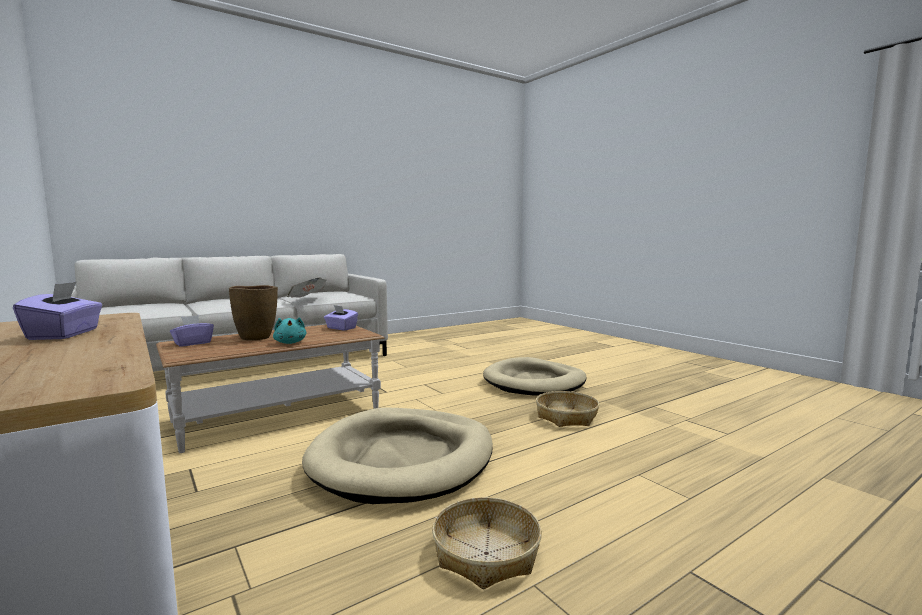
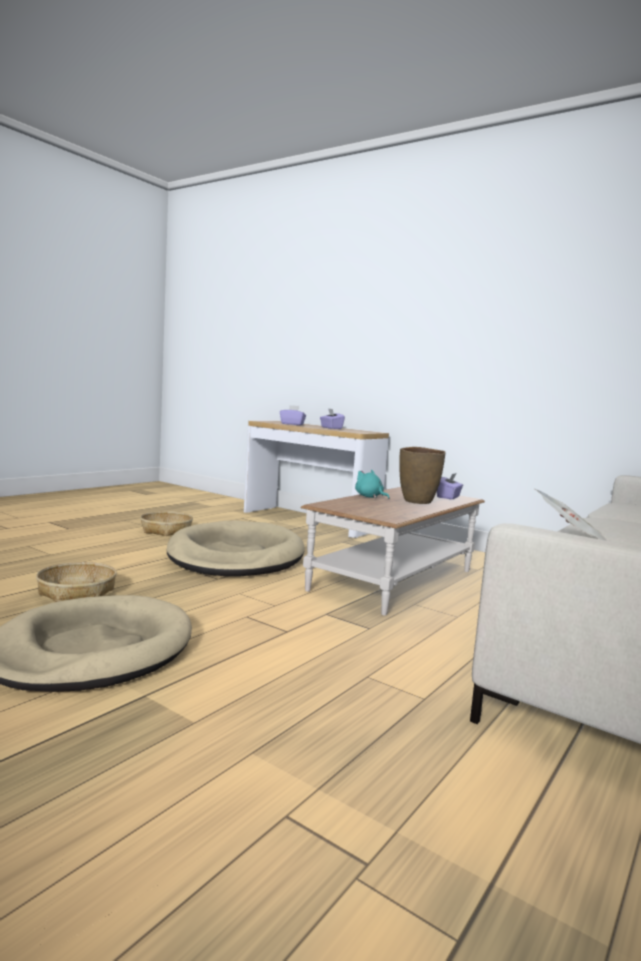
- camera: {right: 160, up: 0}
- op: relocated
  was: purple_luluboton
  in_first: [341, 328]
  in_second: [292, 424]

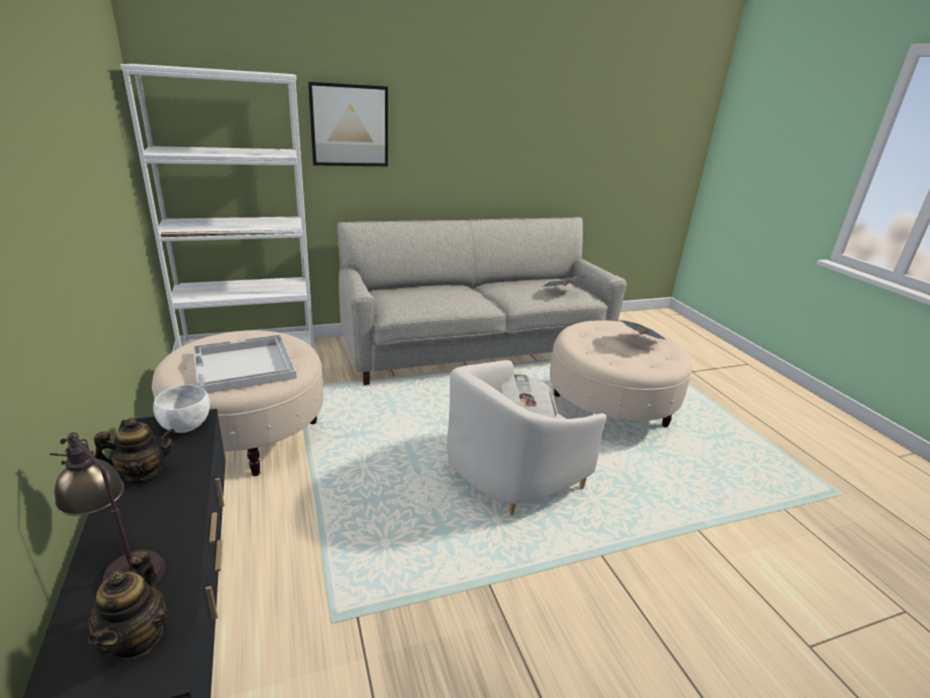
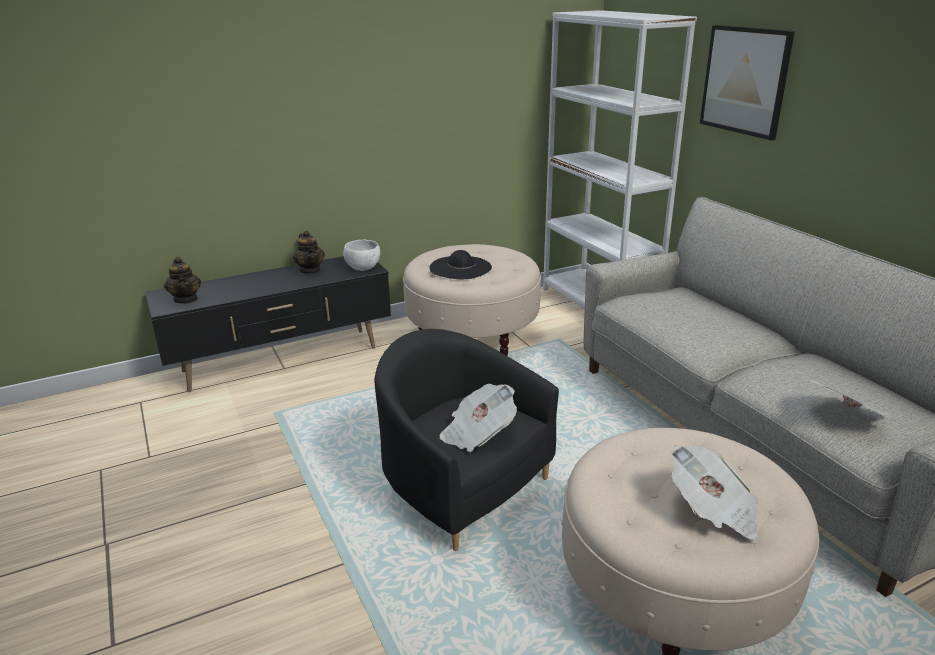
- camera: {right: 85, up: 0}
- op: spun
  was: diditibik
  in_first: [137, 637]
  in_second: [186, 299]
  clockwise: -105
- op: colour
  was: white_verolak
  now: black_verolak
  in_first: [509, 476]
  in_second: [461, 488]
- op: exchanged
  was: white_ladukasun
  now: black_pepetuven
  in_first: [243, 366]
  in_second: [460, 267]
- op: missing
  was: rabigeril
  in_first: [121, 565]

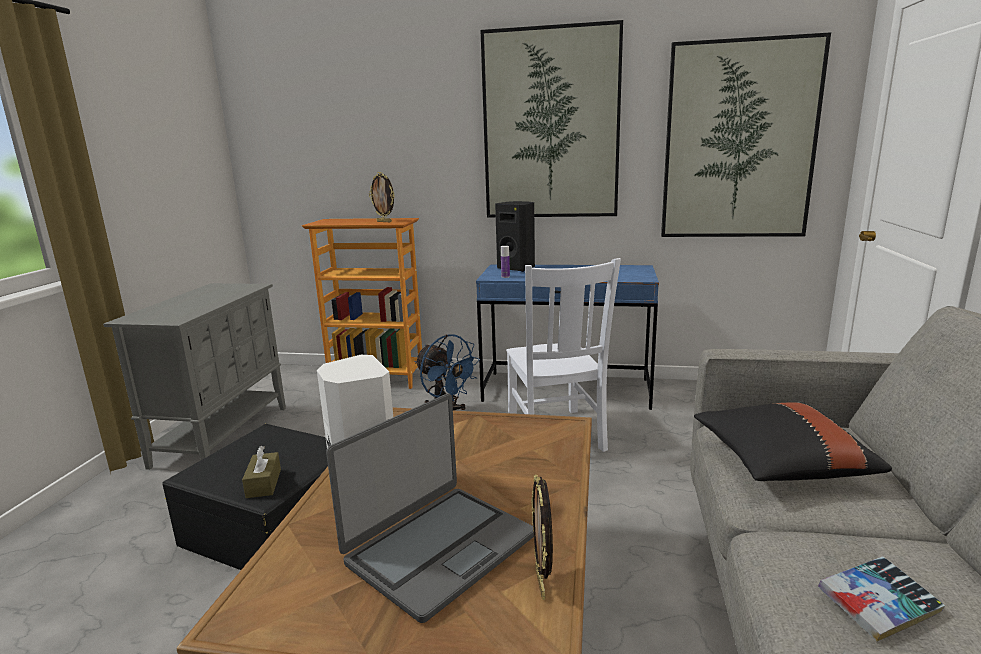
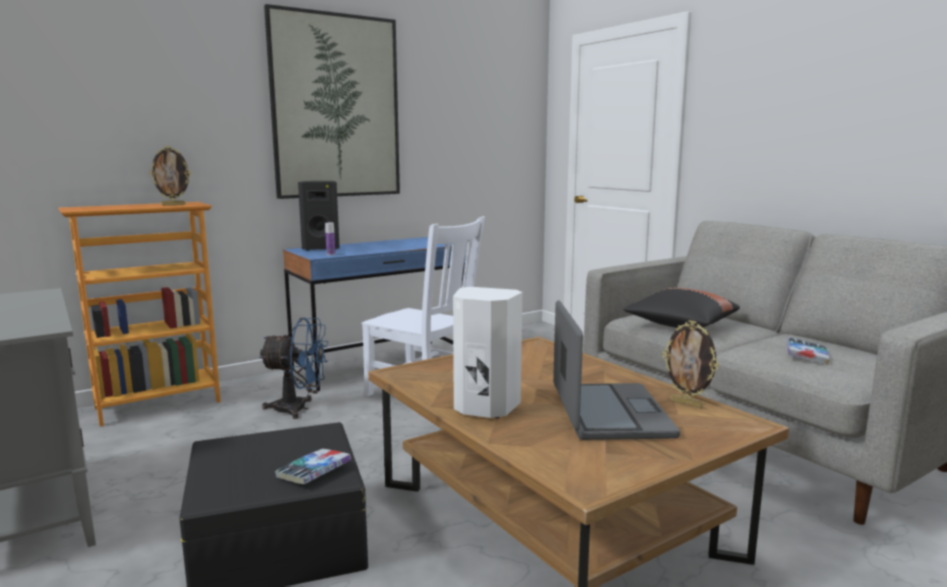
- camera: {right: -45, up: -5}
- op: exchanged
  was: brown_luluboton
  now: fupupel
  in_first: [263, 483]
  in_second: [314, 472]
- op: missing
  was: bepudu
  in_first: [739, 141]

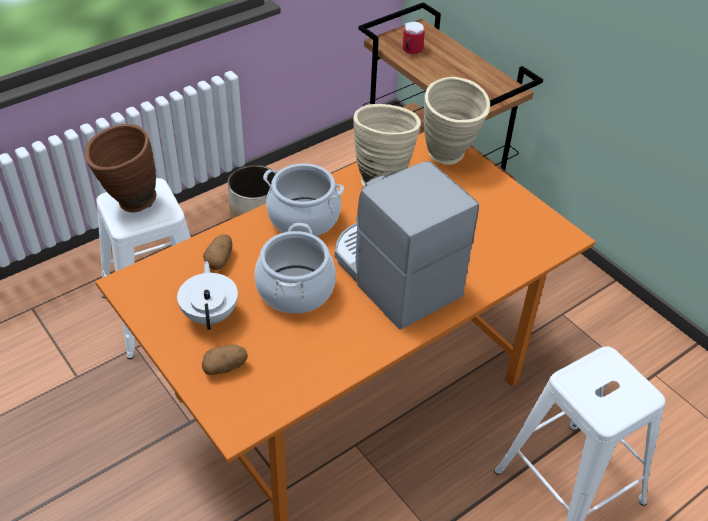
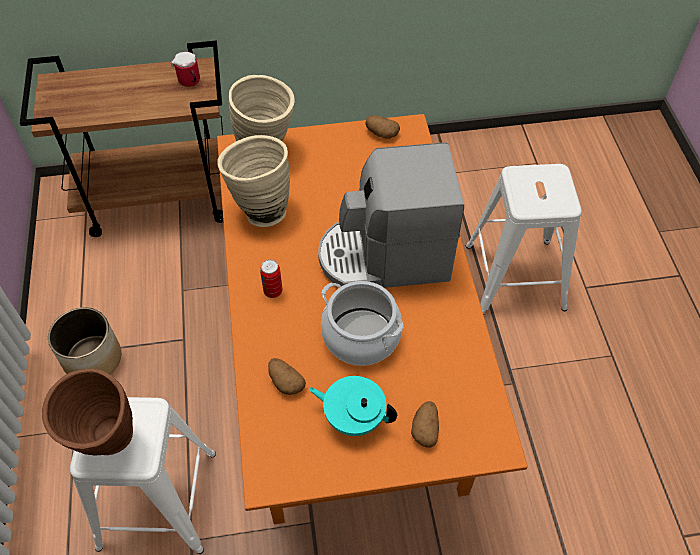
- camera: {right: -60, up: 10}
- op: relocated
  was: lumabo
  in_first: [410, 50]
  in_second: [189, 82]
- op: exchanged
  was: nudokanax
  now: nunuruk
  in_first: [304, 218]
  in_second: [273, 291]
- op: colour
  was: white_diditibik
  now: turquoise_diditibik
  in_first: [211, 314]
  in_second: [353, 417]
- op: appeared
  now: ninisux
  in_second: [381, 134]

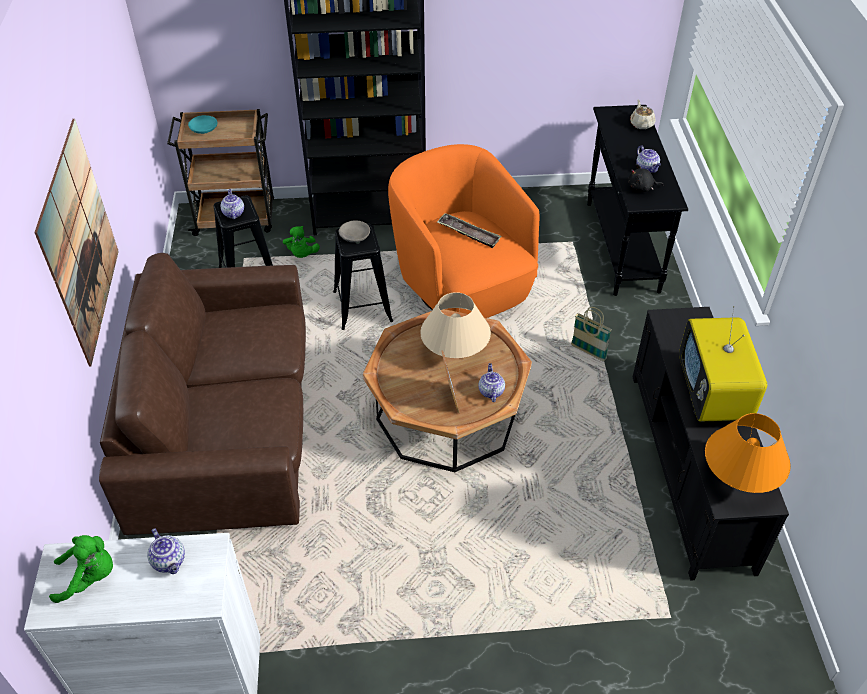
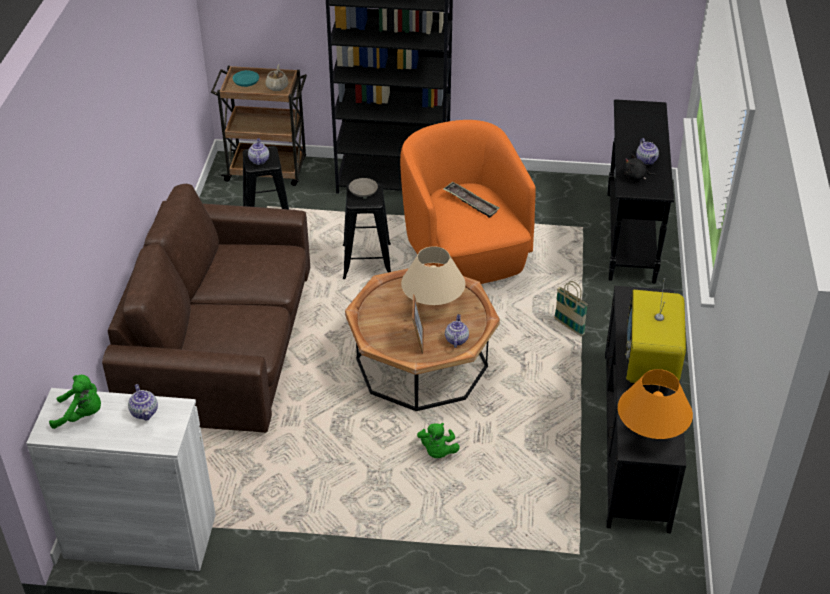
- camera: {right: 10, up: -5}
- op: relocated
  was: beige_diditibik
  in_first: [641, 124]
  in_second: [277, 86]
- op: relocated
  was: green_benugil
  in_first: [302, 254]
  in_second: [437, 451]
- op: missing
  was: bepudu
  in_first: [79, 243]

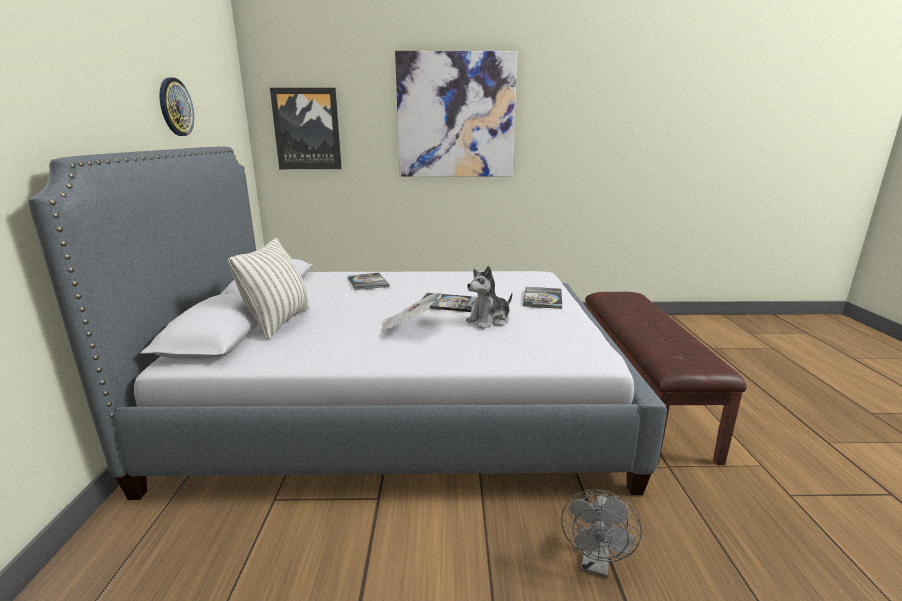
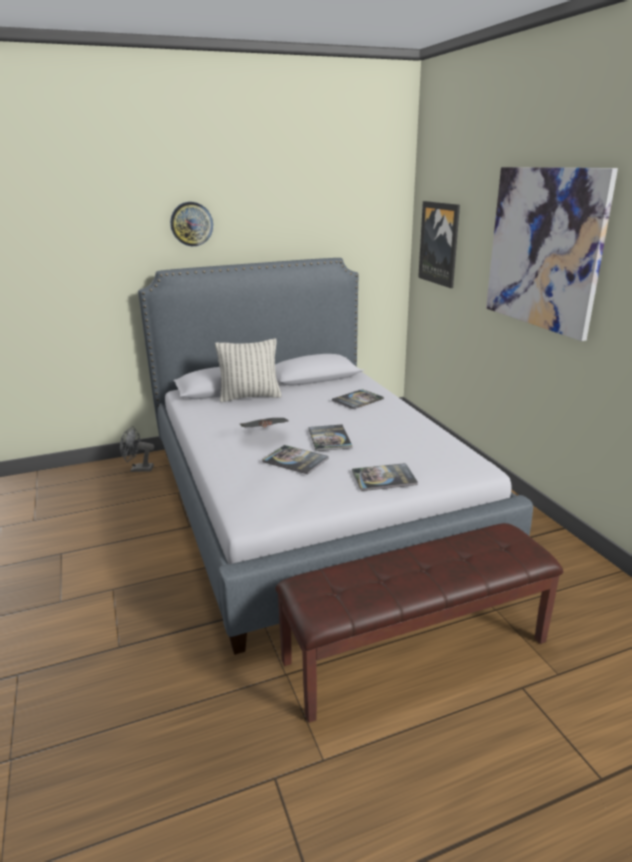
- camera: {right: 70, up: 5}
- op: relocated
  was: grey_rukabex
  in_first: [595, 564]
  in_second: [138, 469]
- op: relocated
  was: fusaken
  in_first: [175, 107]
  in_second: [191, 224]
- op: exchanged
  was: benugil
  now: fupupel
  in_first: [489, 320]
  in_second: [295, 460]

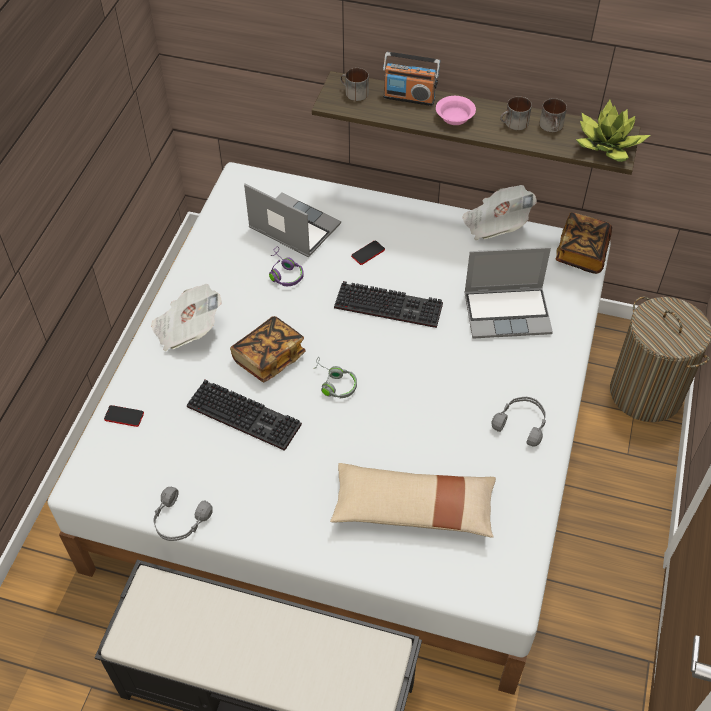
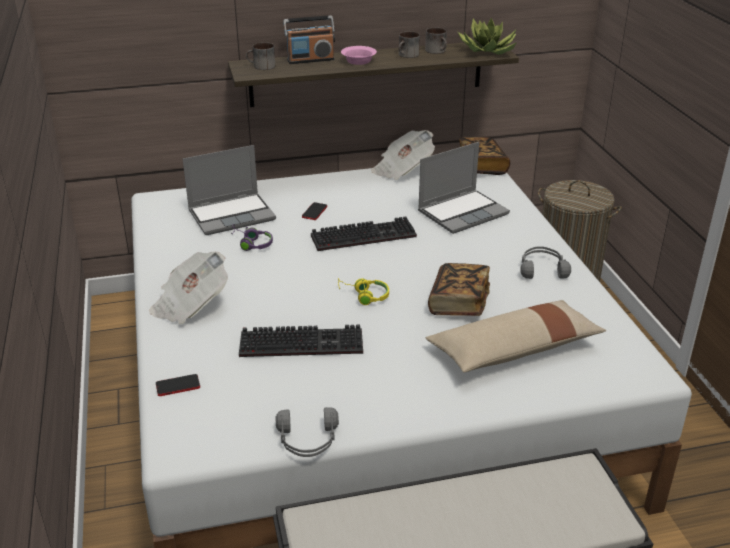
- camera: {right: -30, up: -20}
- op: spun
  was: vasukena
  in_first: [293, 227]
  in_second: [232, 215]
  clockwise: 150
- op: colour
  was: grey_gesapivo
  now: yellow_gesapivo
  in_first: [334, 383]
  in_second: [364, 296]
- op: relocated
  was: fupupel
  in_first: [269, 358]
  in_second: [458, 303]

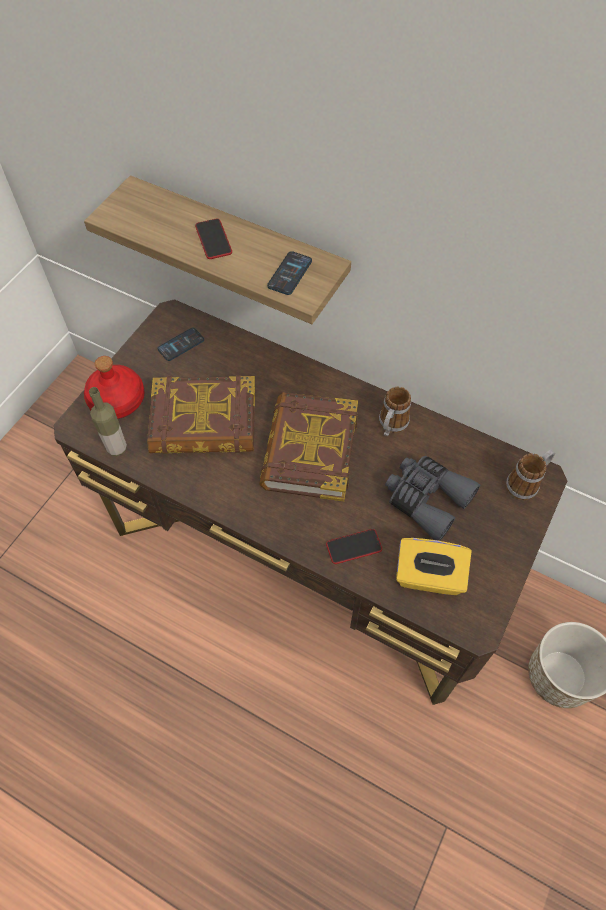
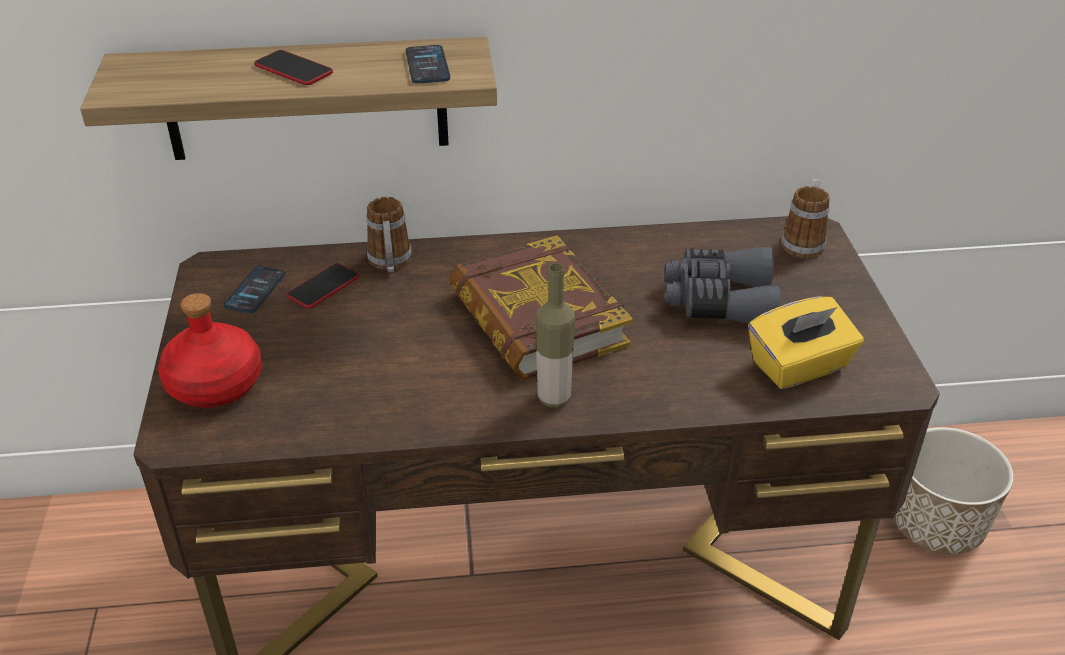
- camera: {right: -35, up: -20}
- op: relocated
  was: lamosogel
  in_first: [354, 547]
  in_second: [323, 287]
- op: relocated
  was: lumabo
  in_first: [391, 426]
  in_second: [390, 263]
- op: relocated
  was: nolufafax
  in_first: [117, 448]
  in_second: [554, 398]
- op: missing
  was: fupupel
  in_first: [204, 422]

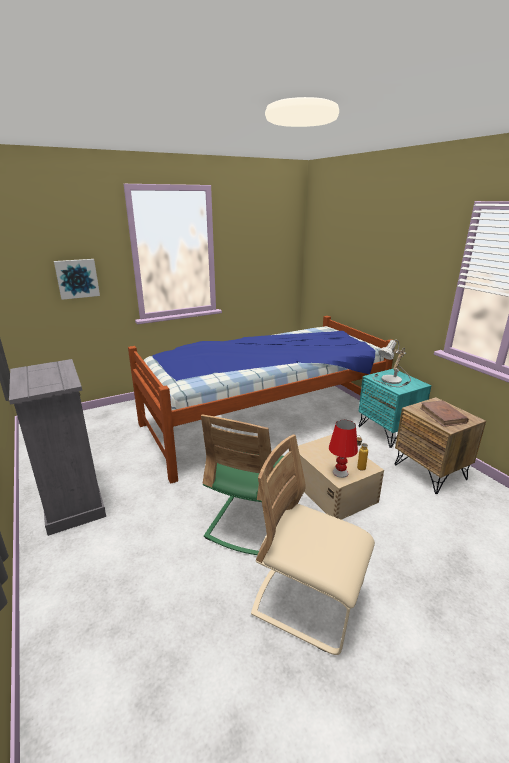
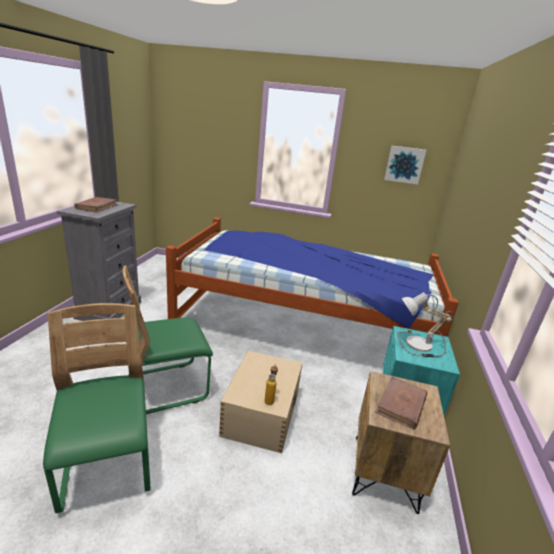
- camera: {right: 40, up: 0}
- op: colour
  was: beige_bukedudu
  now: green_bukedudu
  in_first: [308, 601]
  in_second: [107, 467]
- op: appeared
  now: brown_fupupel
  in_second: [97, 206]
- op: relocated
  was: bepudu
  in_first: [77, 278]
  in_second: [404, 164]
- op: missing
  was: red_rabigeril
  in_first: [340, 472]

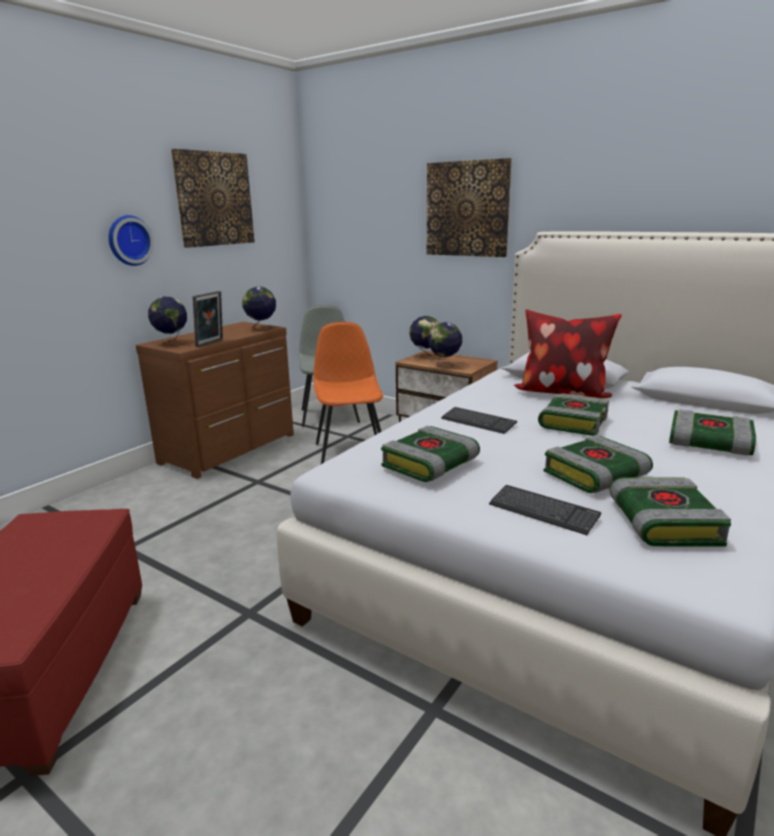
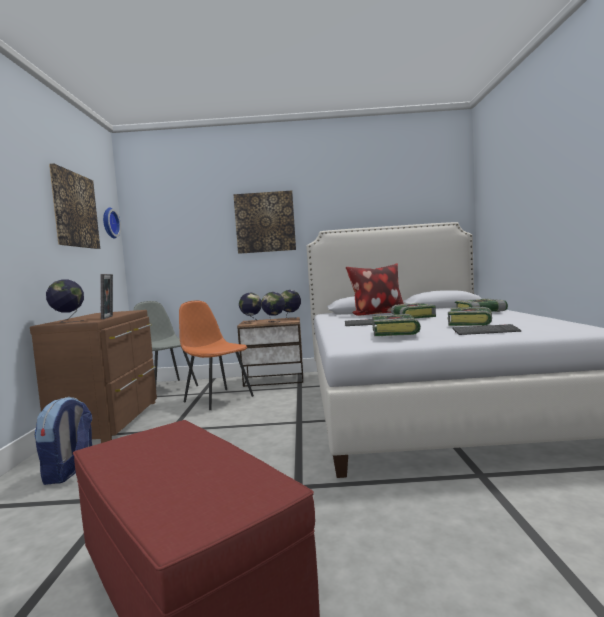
- camera: {right: -35, up: -15}
- op: appeared
  now: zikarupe
  in_second: [69, 472]
- op: relocated
  was: fusaken
  in_first: [129, 240]
  in_second: [109, 223]
- op: relocated
  was: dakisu
  in_first: [261, 329]
  in_second: [291, 318]
- op: missing
  was: fupupel
  in_first: [661, 522]

